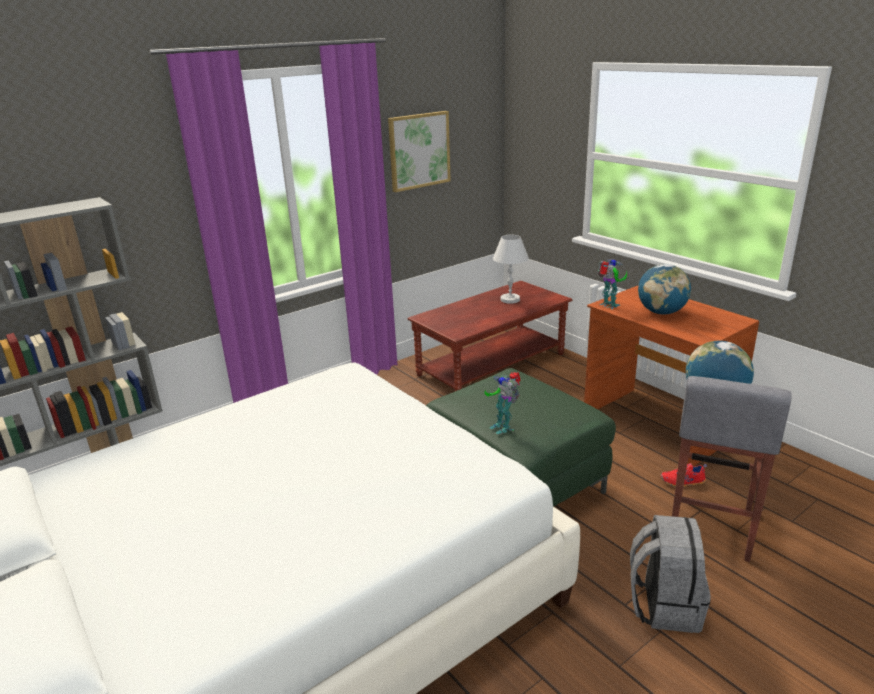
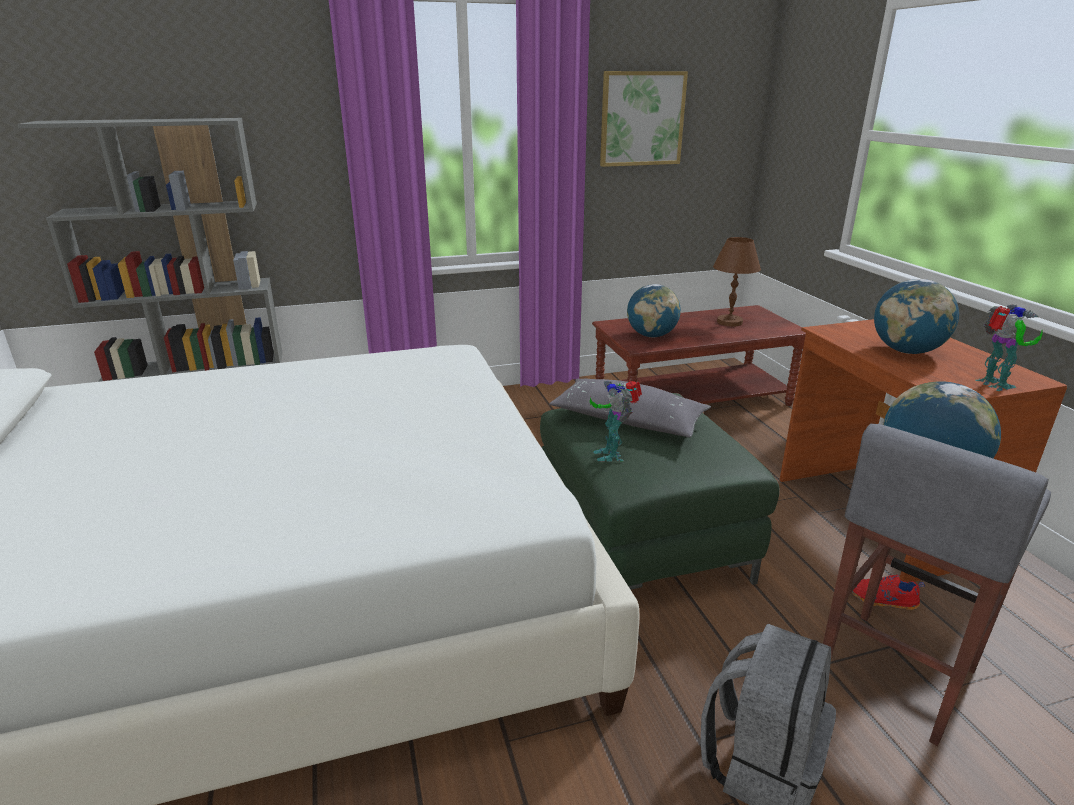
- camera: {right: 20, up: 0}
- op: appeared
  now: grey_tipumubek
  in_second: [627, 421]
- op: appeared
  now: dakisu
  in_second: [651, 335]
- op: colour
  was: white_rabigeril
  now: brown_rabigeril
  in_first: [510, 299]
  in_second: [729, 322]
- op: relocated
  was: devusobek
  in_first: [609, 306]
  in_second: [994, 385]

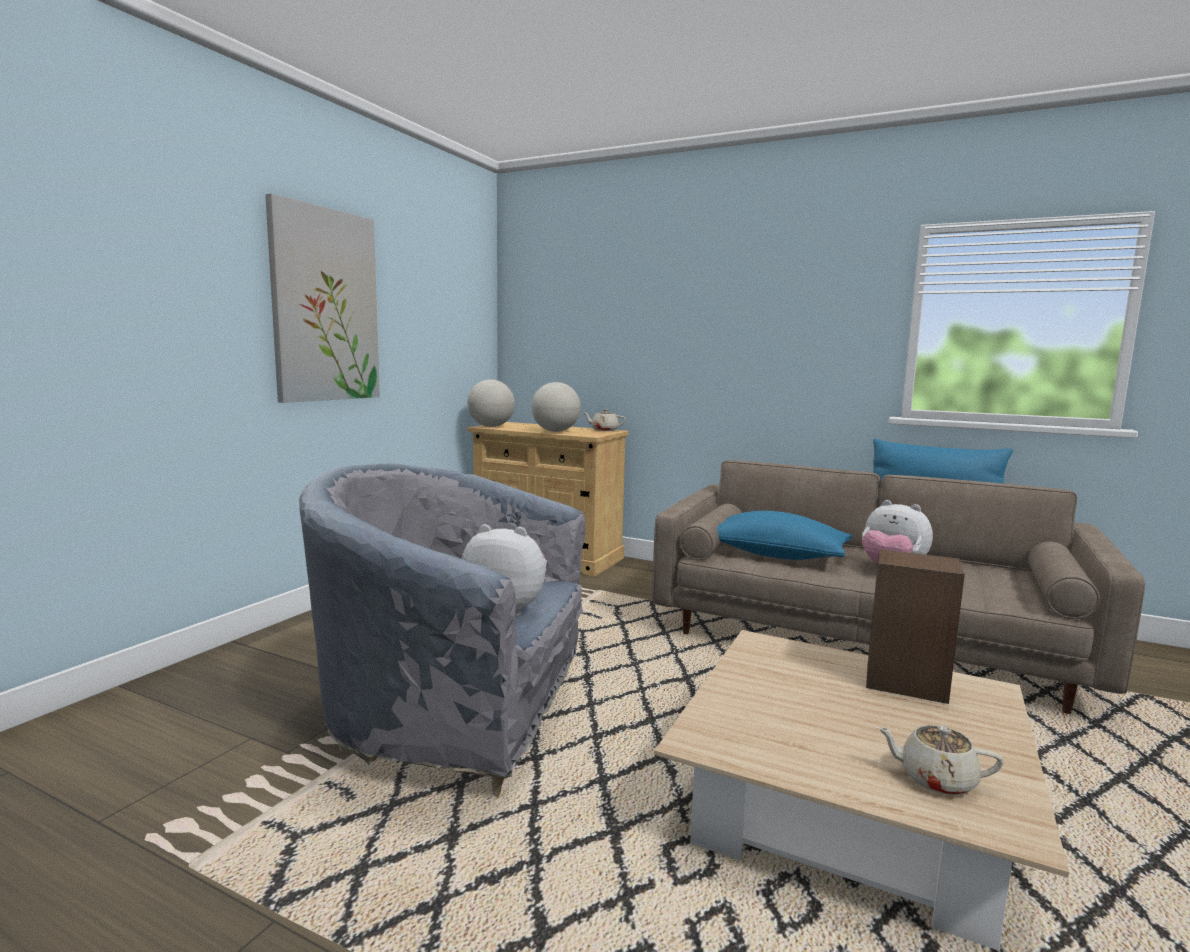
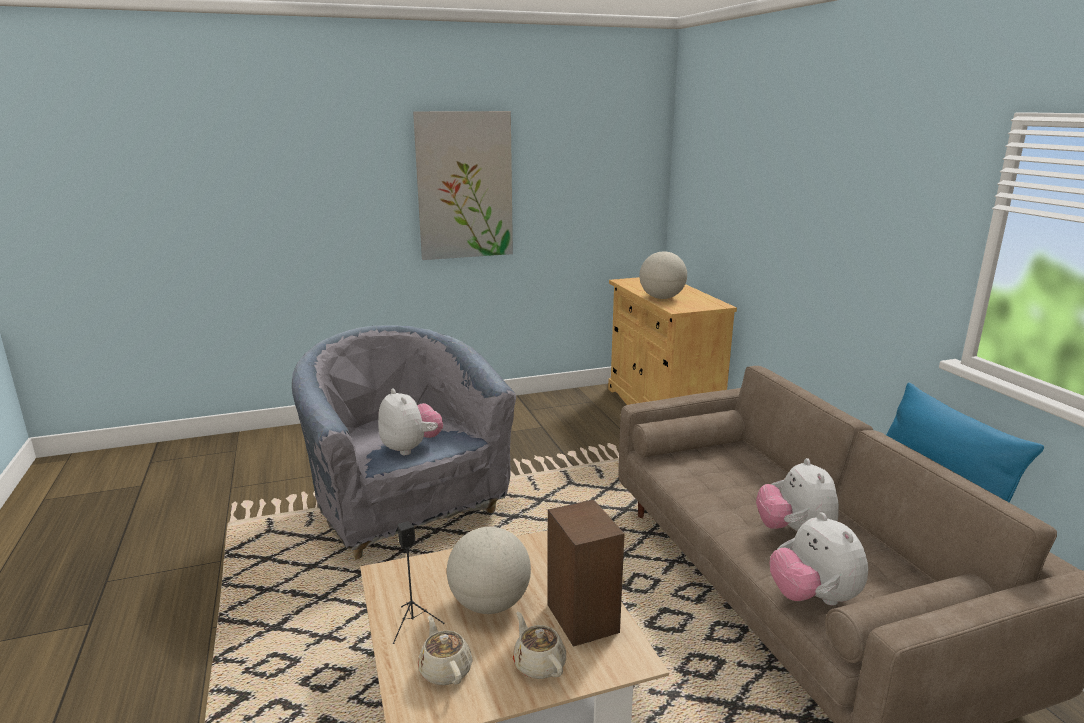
- camera: {right: 45, up: 10}
- op: appeared
  now: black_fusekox
  in_second: [413, 624]
- op: relocated
  was: dakisu
  in_first: [491, 426]
  in_second: [490, 604]
- op: relocated
  was: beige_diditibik
  in_first: [604, 430]
  in_second: [538, 664]
- op: appeared
  now: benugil
  in_second: [813, 598]
- op: missing
  was: blue_tipumubek
  in_first: [776, 555]

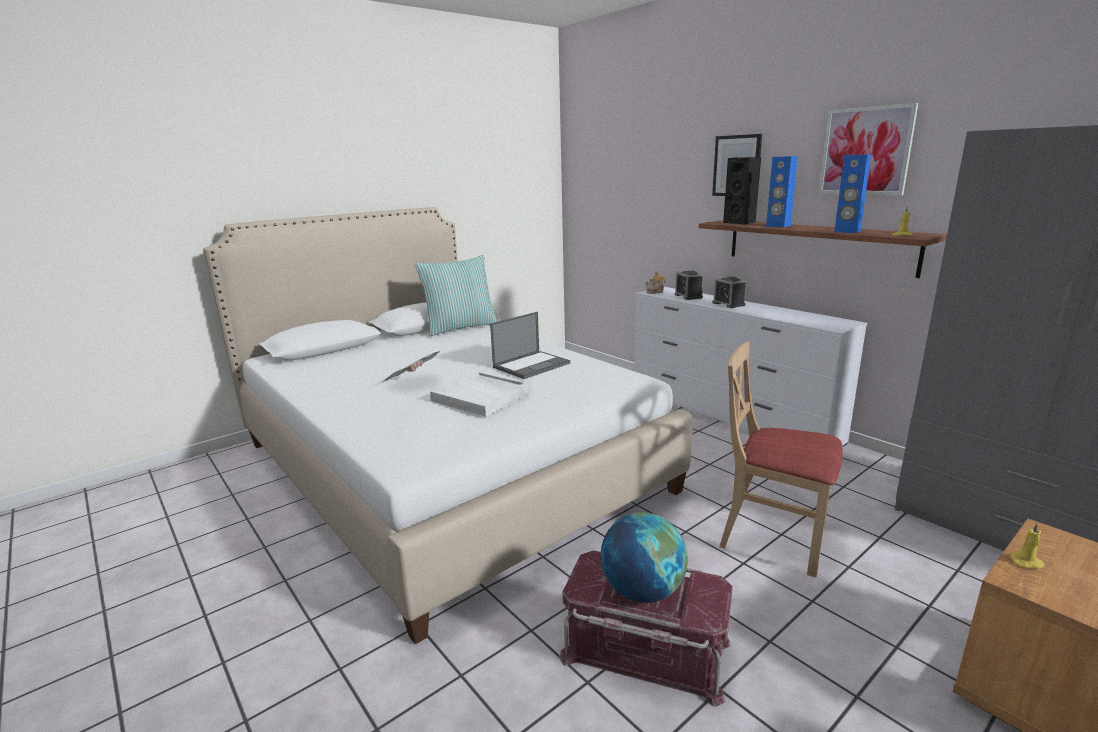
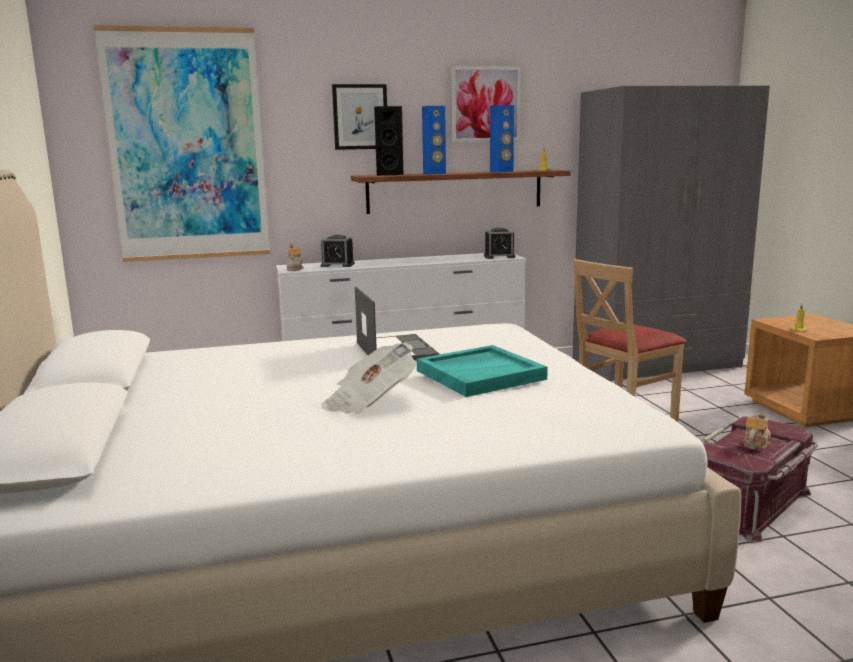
- camera: {right: -65, up: -5}
- op: appeared
  now: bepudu
  in_second: [187, 146]
- op: colour
  was: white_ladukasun
  now: turquoise_ladukasun
  in_first: [483, 396]
  in_second: [480, 374]
- op: relocated
  was: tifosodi
  in_first: [728, 304]
  in_second: [499, 256]
- op: exchanged
  was: dakisu
  now: diditibik
  in_first: [642, 591]
  in_second: [755, 444]
- op: missing
  was: tipumubek
  in_first: [460, 328]

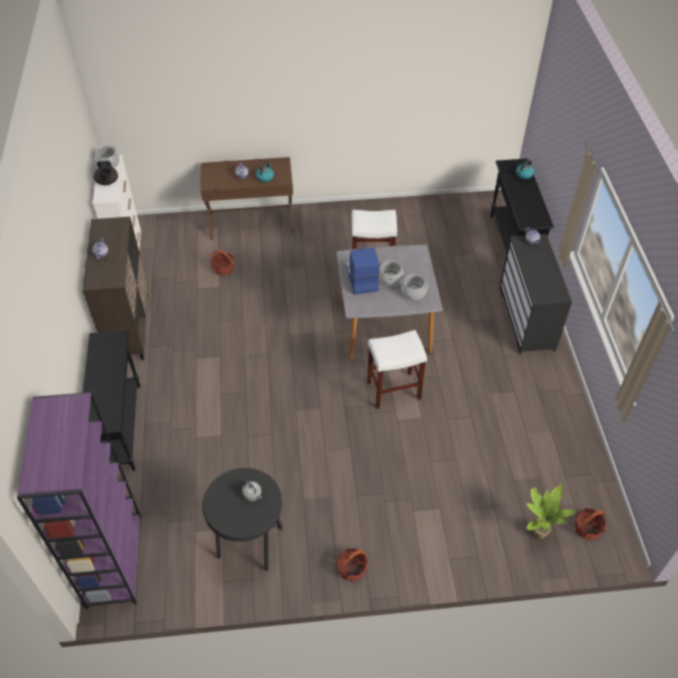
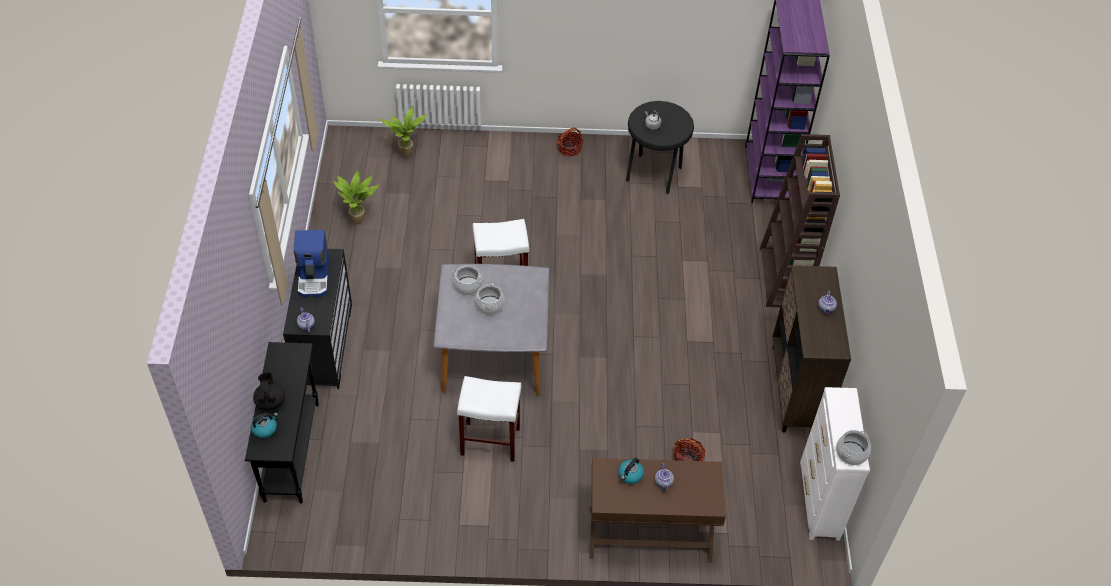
- camera: {right: -175, up: 0}
- op: relocated
  was: black_diditibik
  in_first: [107, 182]
  in_second: [270, 401]
- op: relocated
  was: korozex
  in_first: [361, 278]
  in_second: [314, 277]
- op: appeared
  now: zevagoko
  in_second: [359, 220]
- op: exchanged
  was: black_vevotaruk
  now: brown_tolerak
  in_first: [121, 427]
  in_second: [783, 278]
- op: missing
  was: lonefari
  in_first: [587, 528]

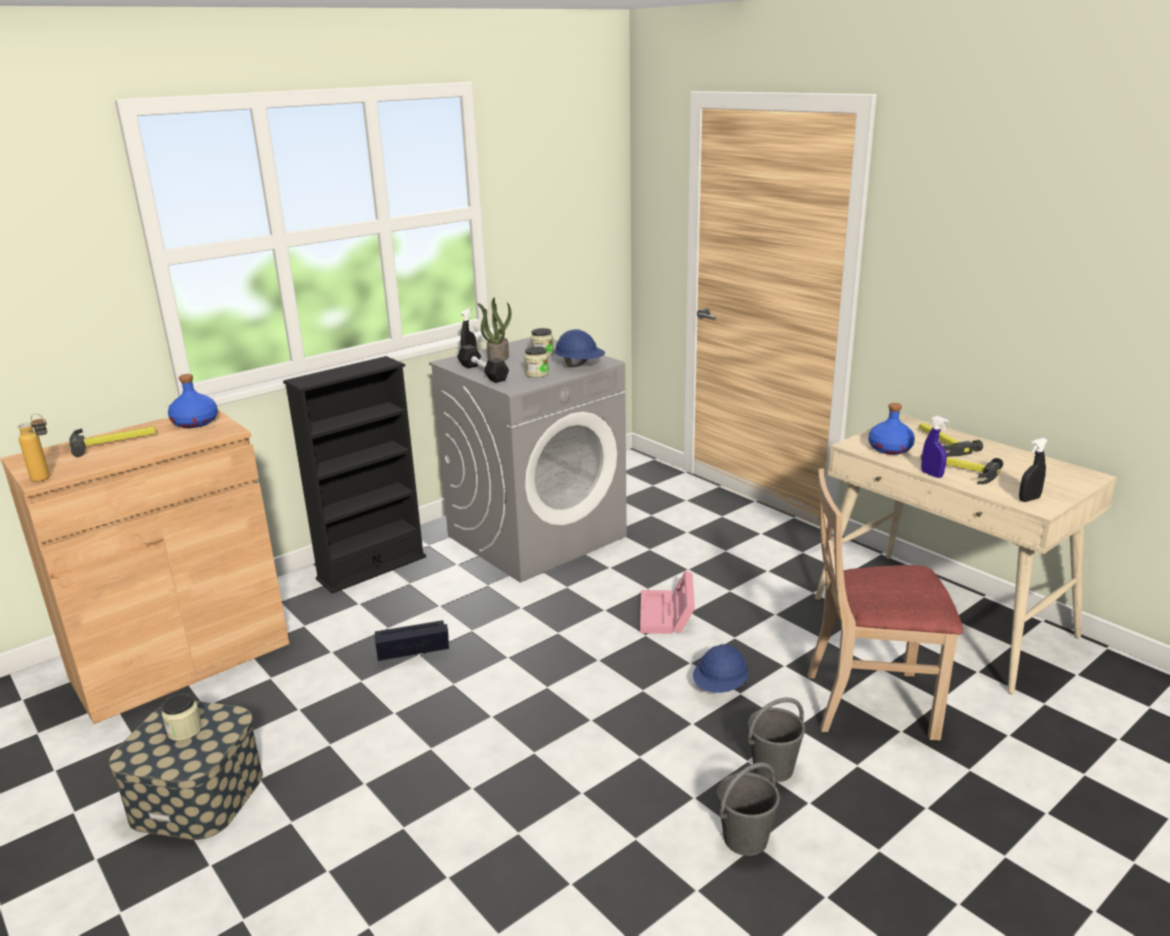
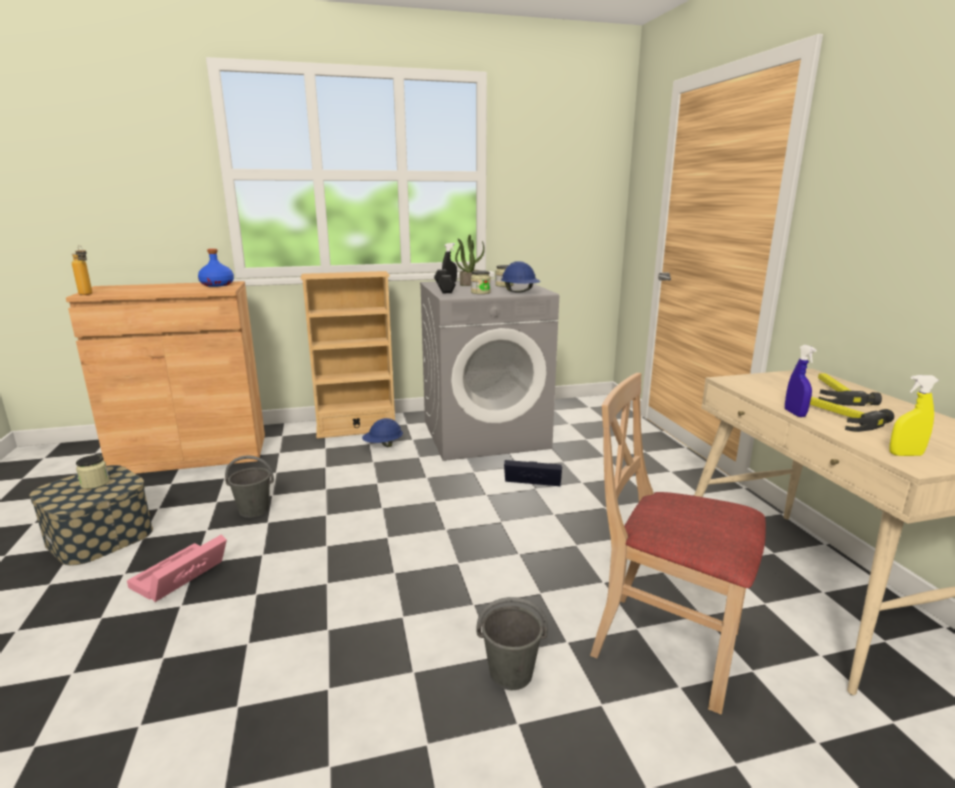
- camera: {right: 25, up: -5}
- op: relocated
  was: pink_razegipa
  in_first: [667, 616]
  in_second: [179, 578]
- op: relocated
  was: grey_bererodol
  in_first: [744, 839]
  in_second: [253, 510]
- op: colour
  was: black_tolerak
  now: beige_tolerak
  in_first: [372, 568]
  in_second: [356, 429]
- op: relocated
  was: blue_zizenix
  in_first: [720, 687]
  in_second: [383, 445]
- op: relocated
  was: black_razegipa
  in_first: [410, 648]
  in_second: [531, 479]
- op: colour
  was: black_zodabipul
  now: yellow_zodabipul
  in_first: [1029, 499]
  in_second: [905, 454]
- op: missing
  was: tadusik
  in_first: [114, 441]
- op: missing
  was: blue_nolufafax
  in_first: [890, 449]

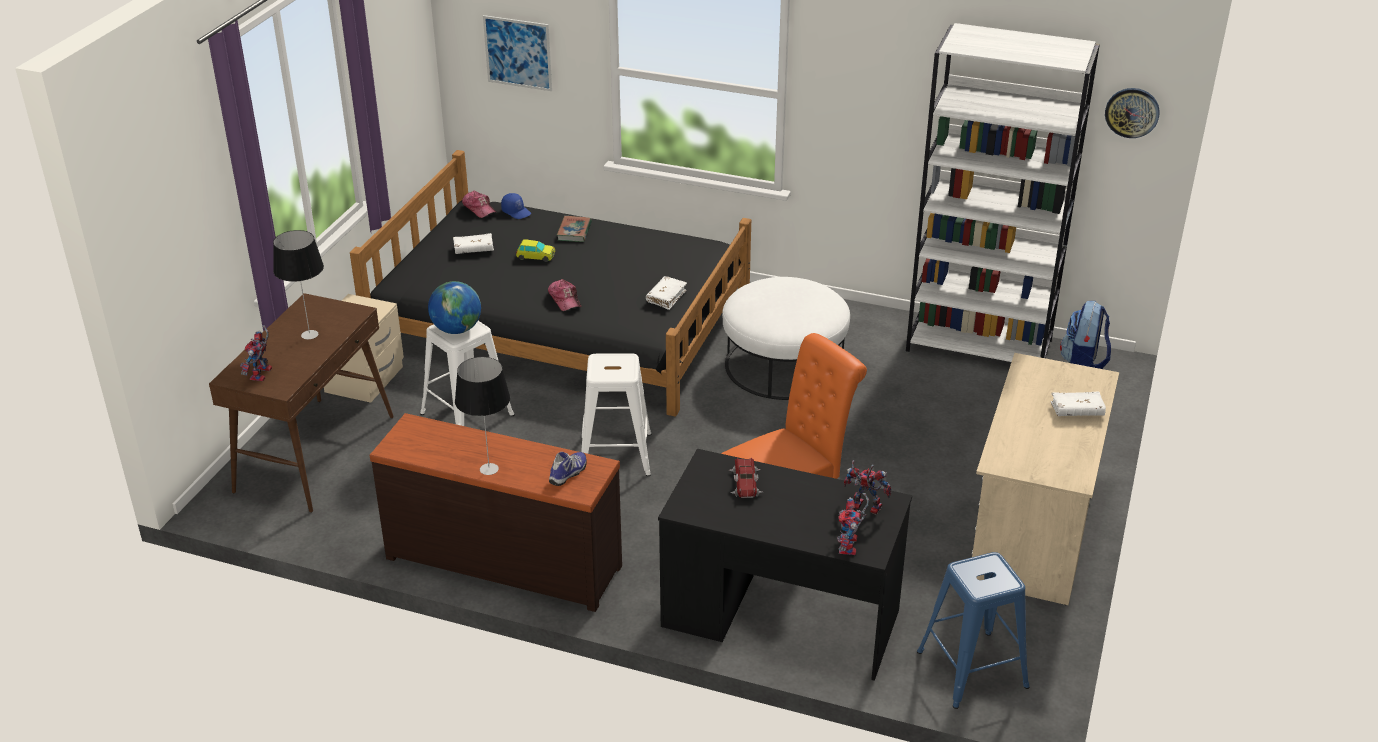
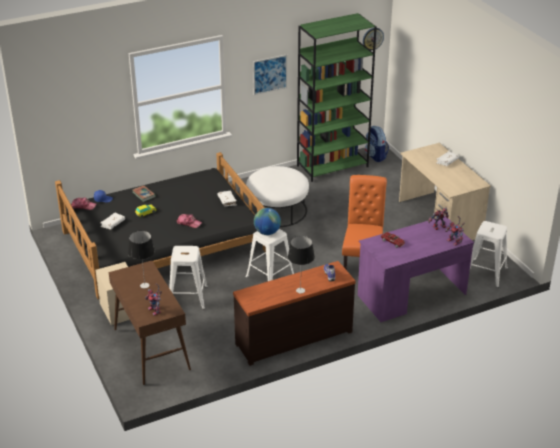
- camera: {right: -45, up: 0}
- op: relocated
  was: bepudu
  in_first: [518, 53]
  in_second: [270, 74]
- op: relocated
  was: dakisu
  in_first: [456, 329]
  in_second: [267, 232]
- op: colour
  was: white_tolerak
  now: green_tolerak
  in_first: [980, 345]
  in_second: [332, 166]
- op: colour
  was: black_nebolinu
  now: purple_nebolinu
  in_first: [780, 619]
  in_second: [411, 295]
- op: colour
  was: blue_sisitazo
  now: white_sisitazo
  in_first: [972, 668]
  in_second: [485, 272]

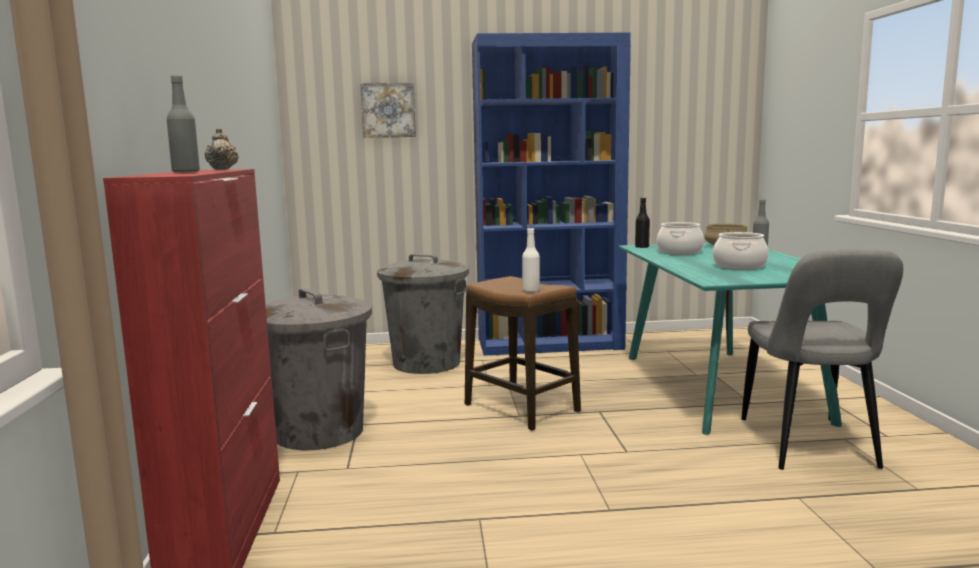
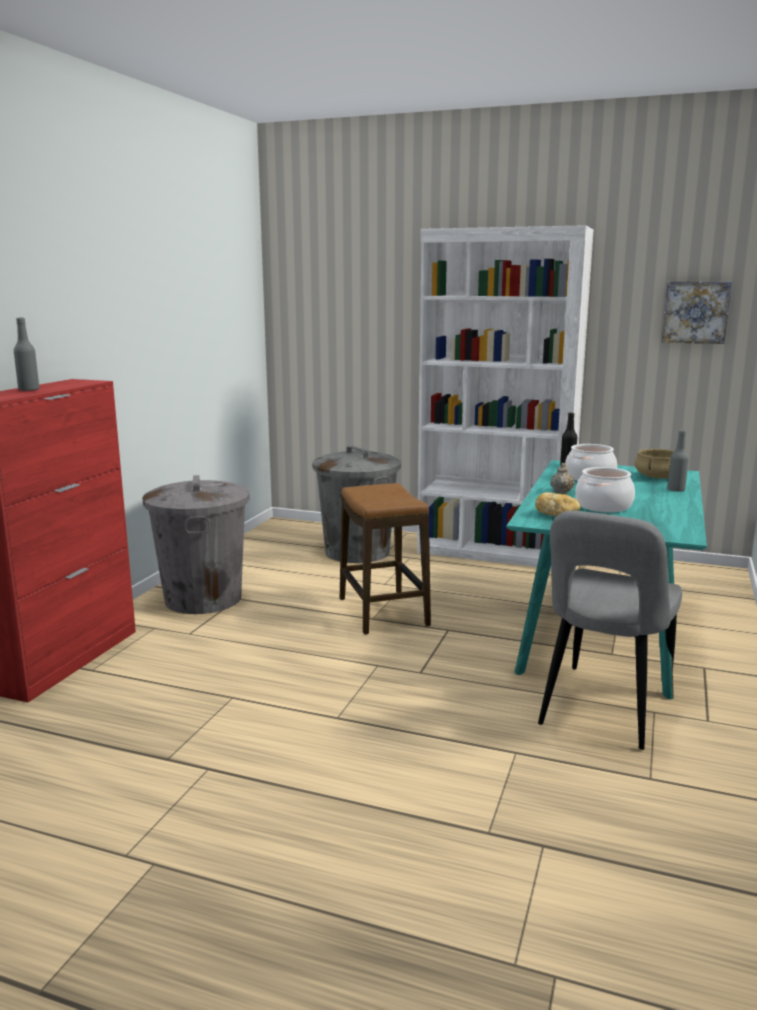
- camera: {right: 25, up: 5}
- op: colour
  was: blue_tolerak
  now: white_tolerak
  in_first: [550, 344]
  in_second: [494, 552]
- op: appeared
  now: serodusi
  in_second: [557, 514]
- op: relocated
  was: beige_diditibik
  in_first: [223, 169]
  in_second: [561, 492]
- op: relocated
  was: bepudu
  in_first: [388, 110]
  in_second: [695, 312]
- op: missing
  was: white_nolufafax
  in_first: [531, 290]

